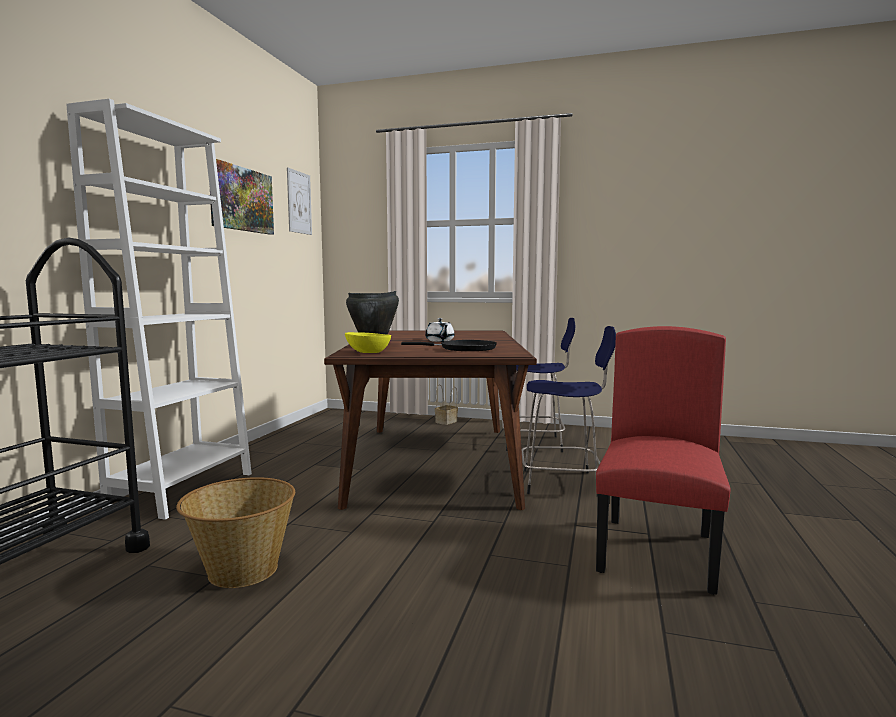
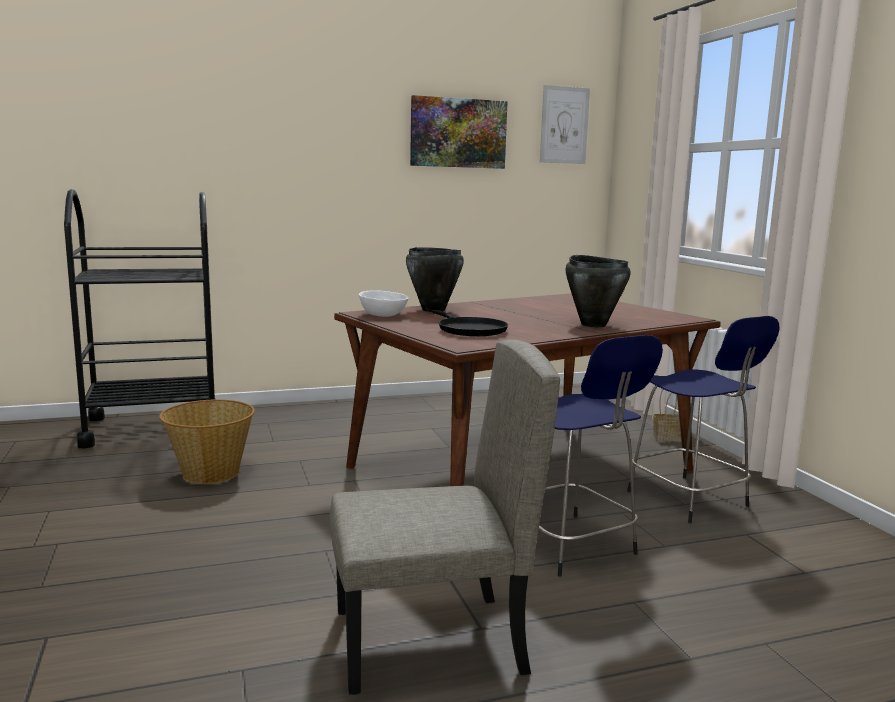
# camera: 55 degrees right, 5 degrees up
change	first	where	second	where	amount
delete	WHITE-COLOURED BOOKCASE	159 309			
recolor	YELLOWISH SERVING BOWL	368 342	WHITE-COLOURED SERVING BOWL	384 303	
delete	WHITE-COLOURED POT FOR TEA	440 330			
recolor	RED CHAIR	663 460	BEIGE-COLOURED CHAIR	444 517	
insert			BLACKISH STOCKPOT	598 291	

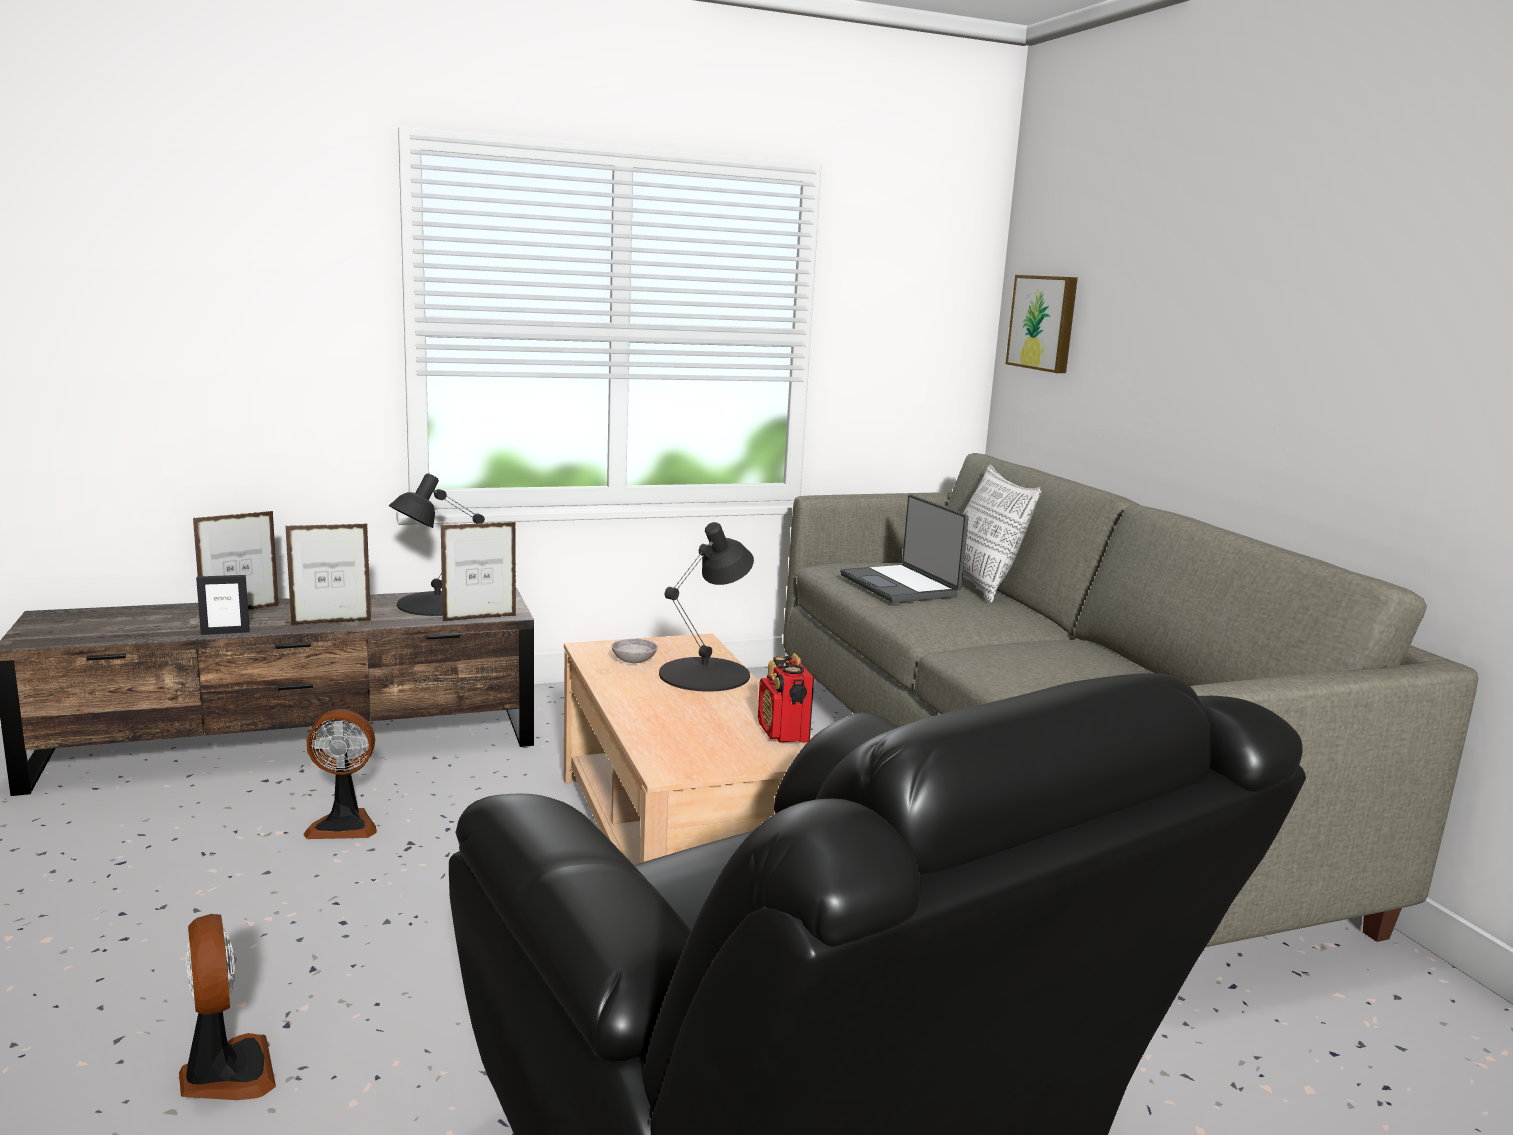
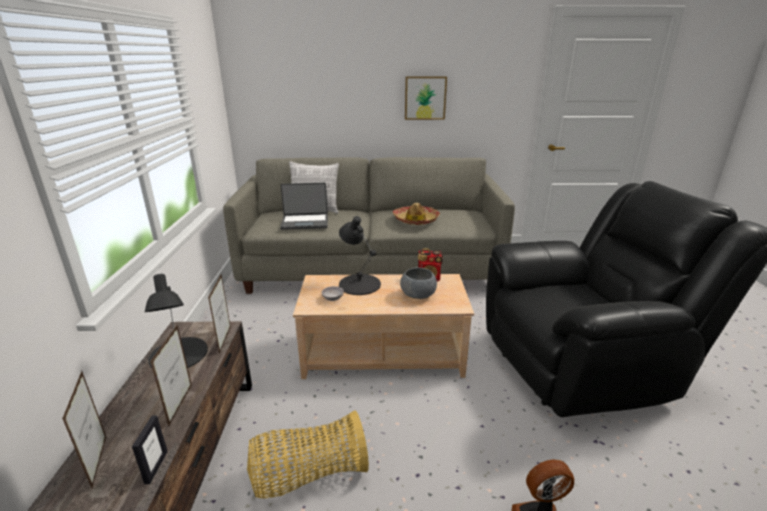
# camera: 70 degrees left, 10 degrees up
change	first	where	second	where	amount
replace	FAN	340 774	STORAGE BASKET	308 454	
move	WALL ART	1042 324		426 98	
insert			WEARABLE HAT	416 214	
insert			GREY SERVING BOWL	418 283	

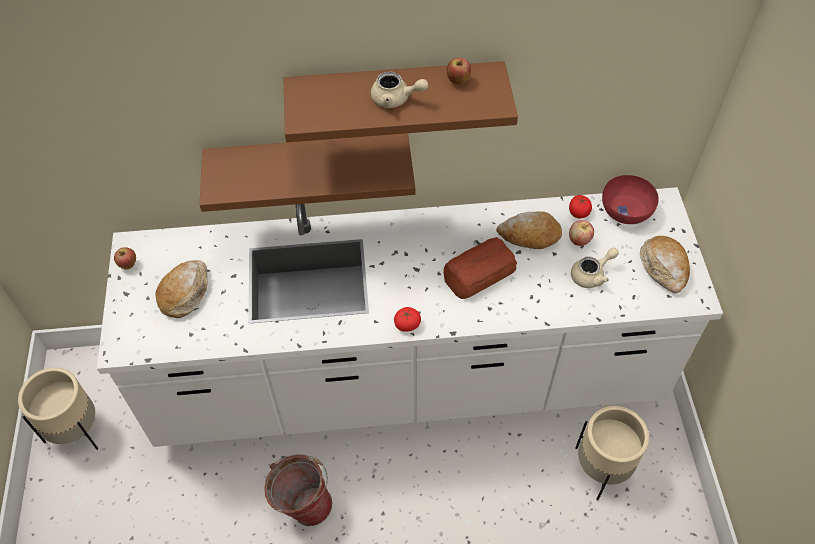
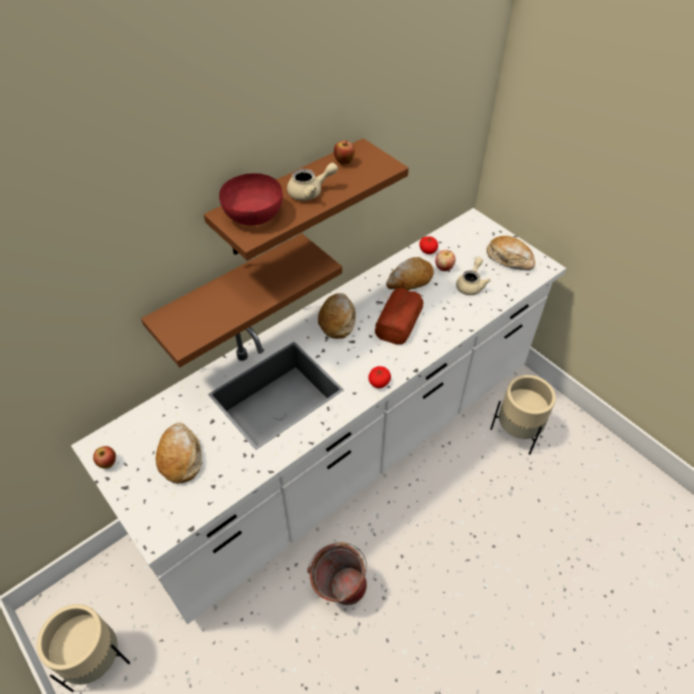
# camera: 35 degrees left, 5 degrees down
change	first	where	second	where	amount
move	RED SERVING BOWL	630 199		251 199	
insert			BREAD	337 316	

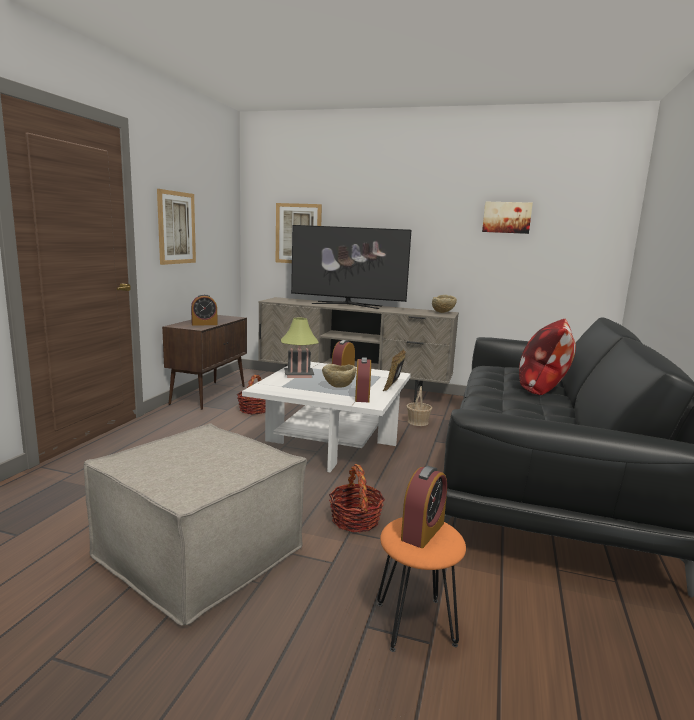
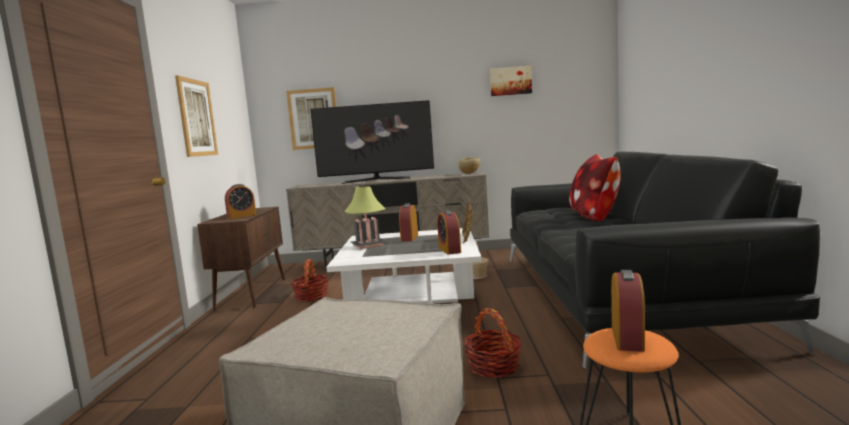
# camera: 15 degrees left, 5 degrees down
change	first	where	second	where	amount
delete	BEIGE-COLOURED SERVING BOWL	339 376			

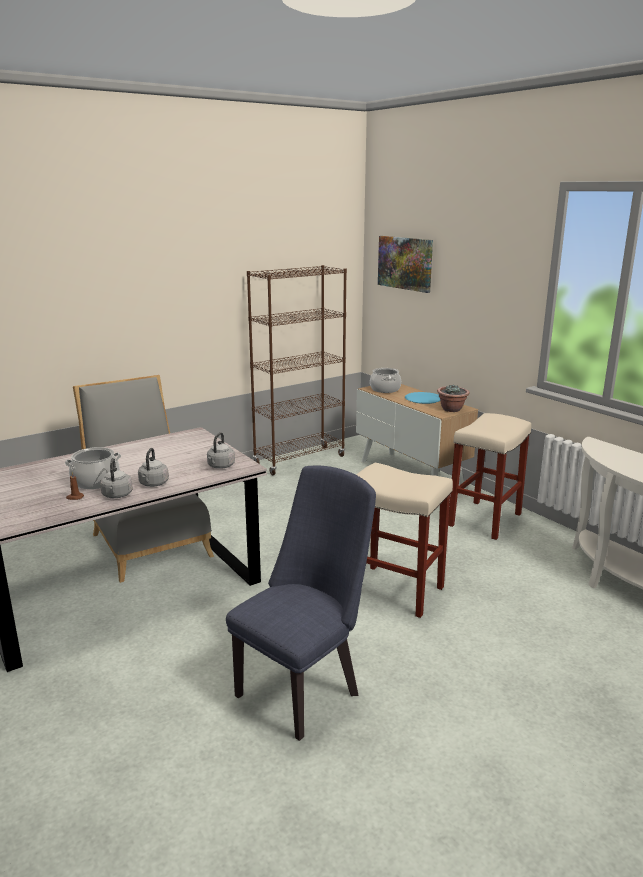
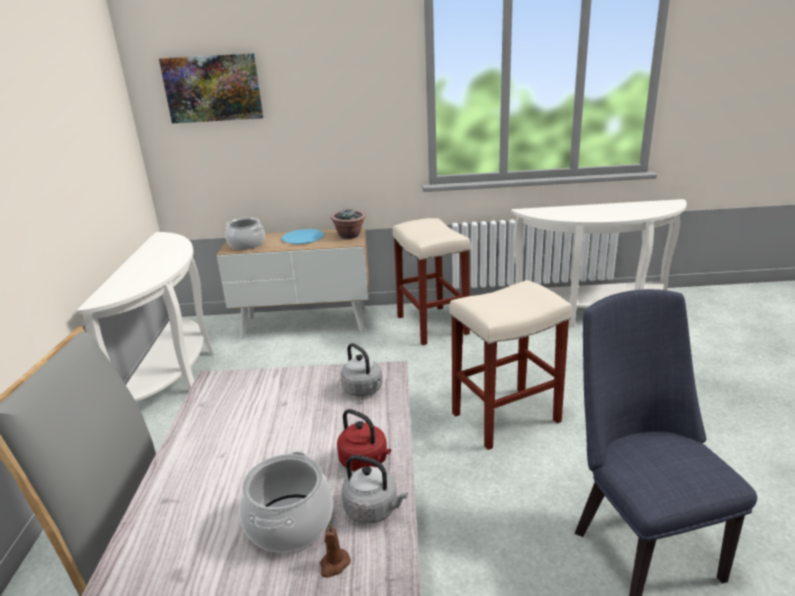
# camera: 55 degrees left, 5 degrees up
change	first	where	second	where	amount
recolor	GREY TEA KETTLE	153 467	RED TEA KETTLE	364 440	
replace	BROWNISH BOOKCASE	297 370	WHITE-COLOURED NARROW TABLE	145 317	

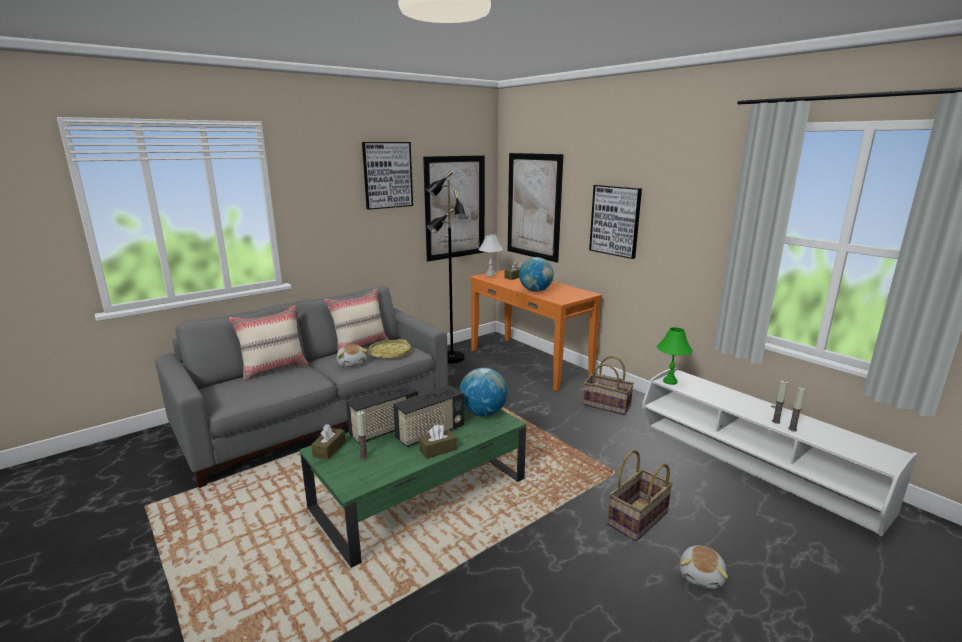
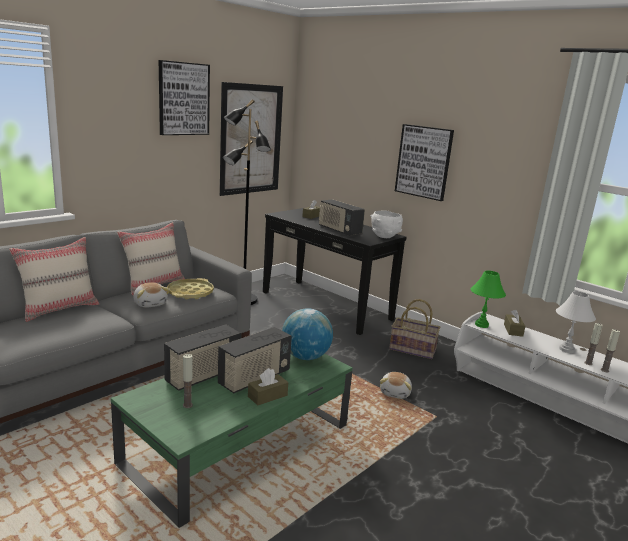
# camera: 10 degrees left, 0 degrees up
change	first	where	second	where	amount
move	BROWNISH TISSUE HOLDER	328 442		515 323	
recolor	ORANGE-COLOURED NARROW TABLE	536 330	BLACKISH NARROW TABLE	335 271	
move	WHITE-COLOURED TABLETOP LAMP	490 255		576 322	
delete	WALL ART	536 208			
replace	WORLD GLOBE	536 274	RADIO SET	342 217	
delete	STORAGE BASKET	640 495			
move	SOFT TOY	704 567		396 385	
insert			WHITE-COLOURED SERVING BOWL	387 224	

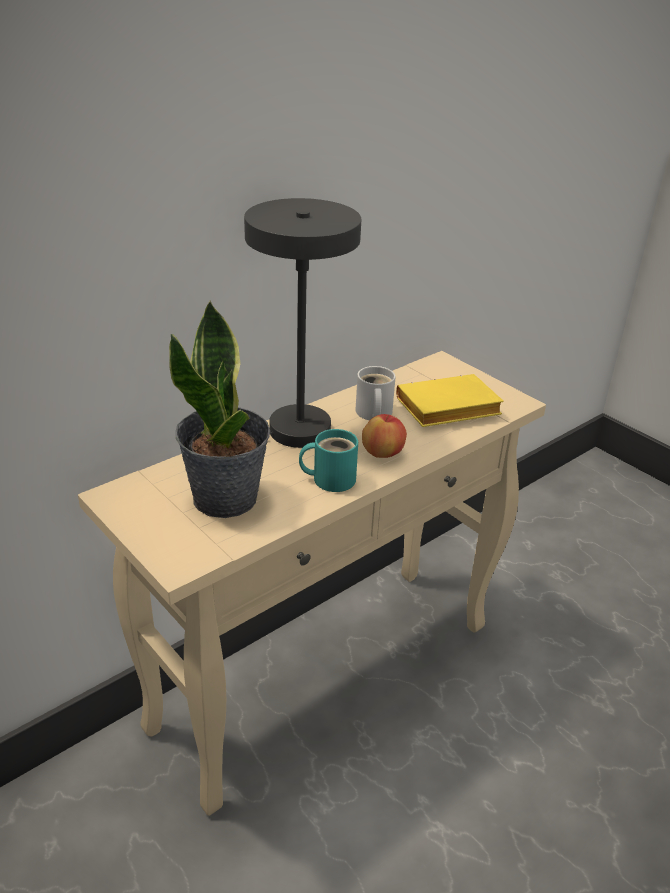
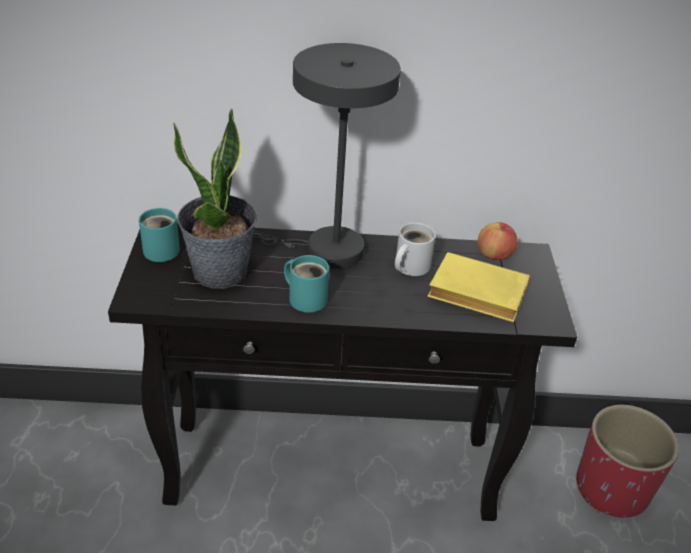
# camera: 40 degrees right, 5 degrees up
change	first	where	second	where	amount
recolor	BEIGE-COLOURED NARROW TABLE	312 583	BLACKISH NARROW TABLE	342 372	
move	APPLE FRUIT	384 436		498 241	
insert			TURQUOISE COFFEE MUG	159 235	
insert			RED PLANTER	627 461	

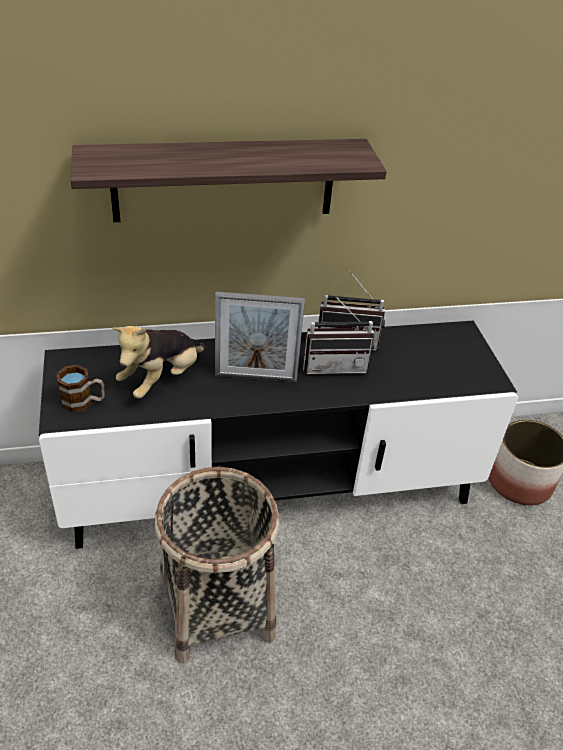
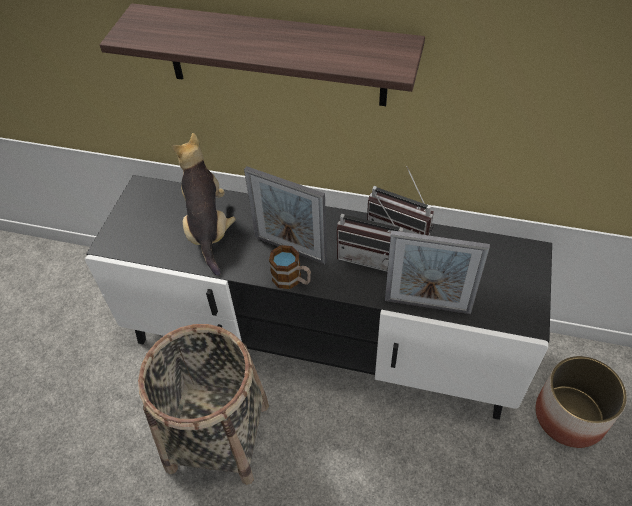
# camera: 30 degrees right, 10 degrees up
change	first	where	second	where	amount
move	COFFEE MUG	80 388		290 267	
rotate	SOFT TOY	159 362		204 204	105 degrees clockwise
insert			PHOTO FRAME	437 272	

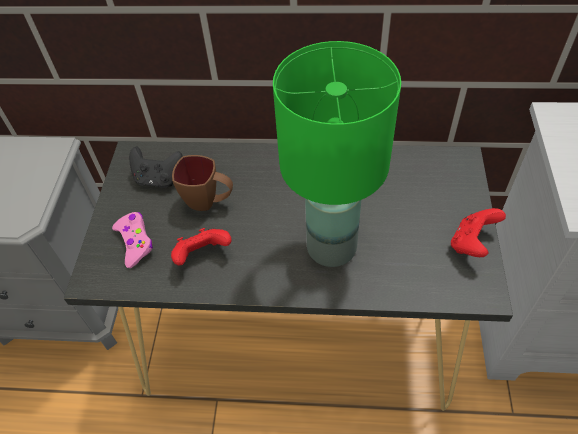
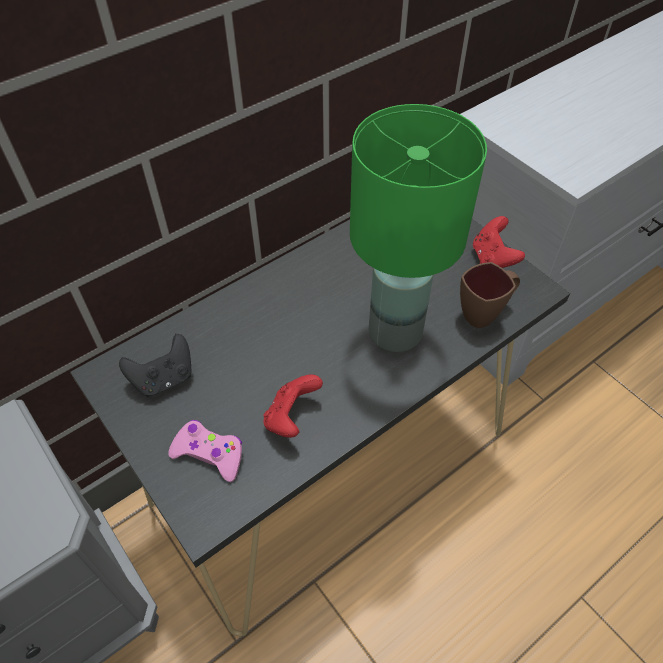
# camera: 45 degrees left, 0 degrees up
change	first	where	second	where	amount
move	BROWNISH COFFEE MUG	202 183		490 295	

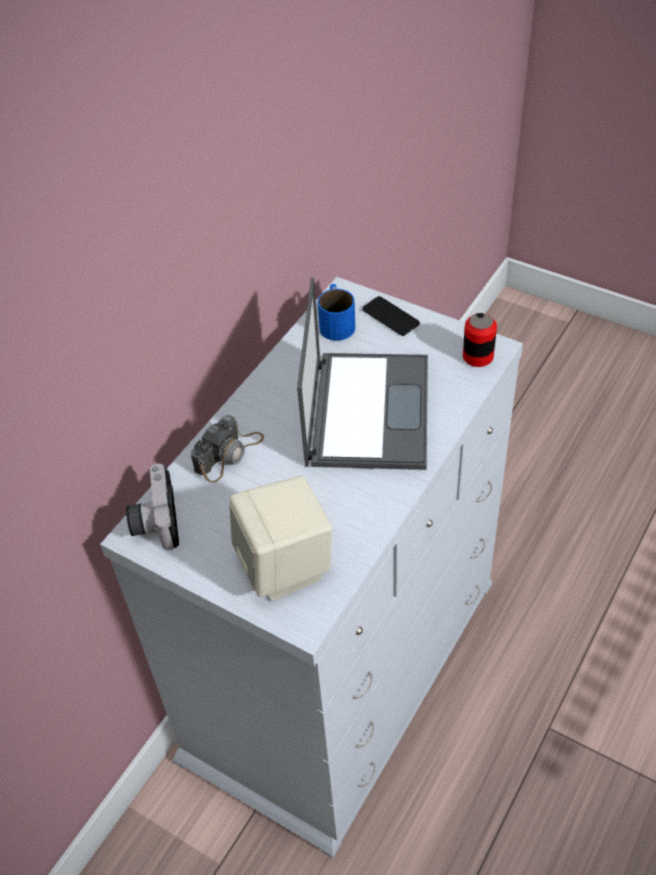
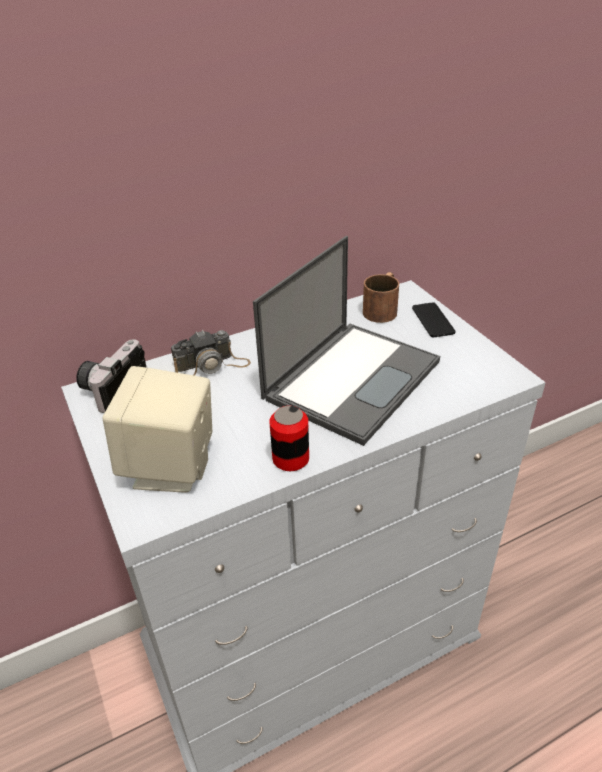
# camera: 30 degrees right, 10 degrees down
change	first	where	second	where	amount
recolor	BLUE COFFEE MUG	336 312	BROWNISH COFFEE MUG	381 297	
move	METAL CAN	480 340		289 438	

